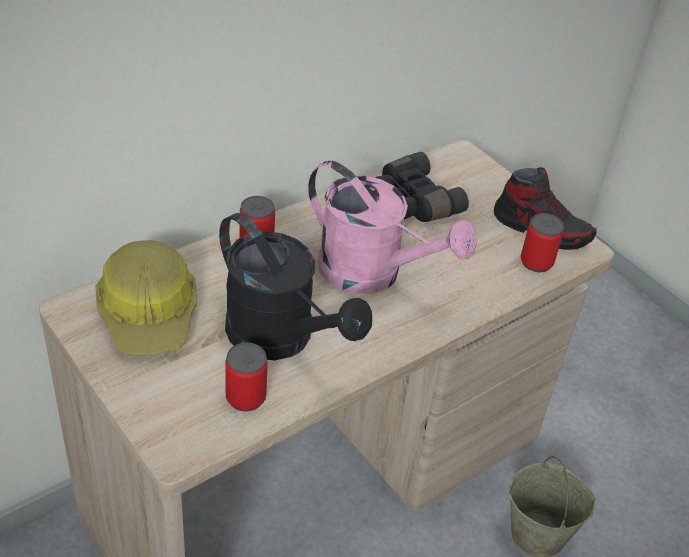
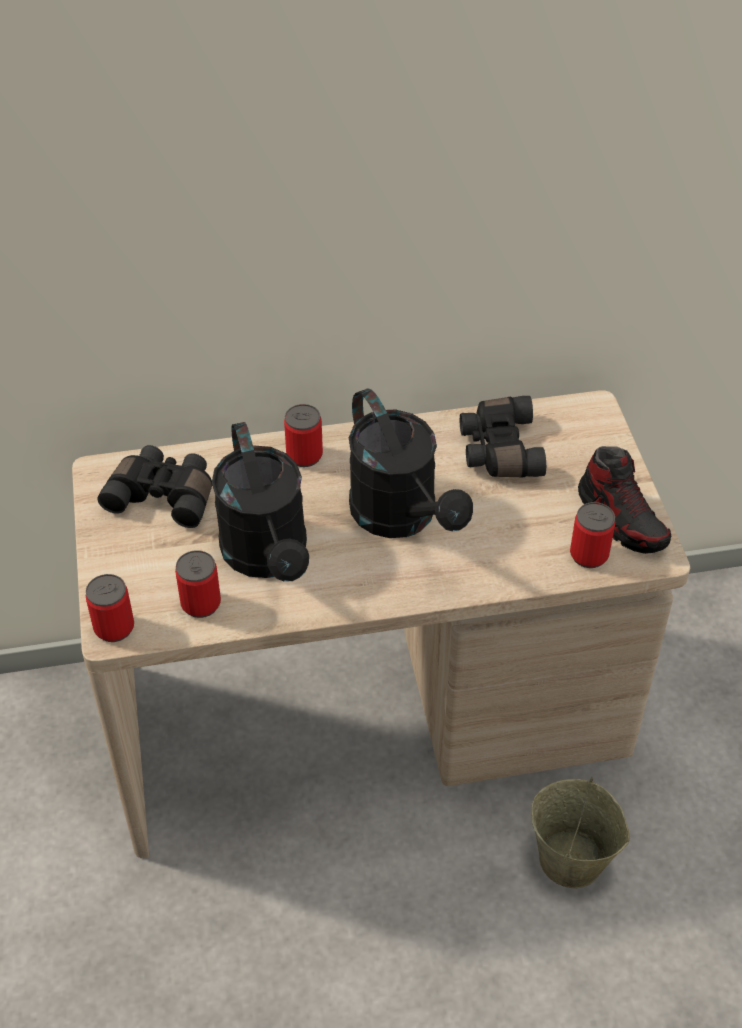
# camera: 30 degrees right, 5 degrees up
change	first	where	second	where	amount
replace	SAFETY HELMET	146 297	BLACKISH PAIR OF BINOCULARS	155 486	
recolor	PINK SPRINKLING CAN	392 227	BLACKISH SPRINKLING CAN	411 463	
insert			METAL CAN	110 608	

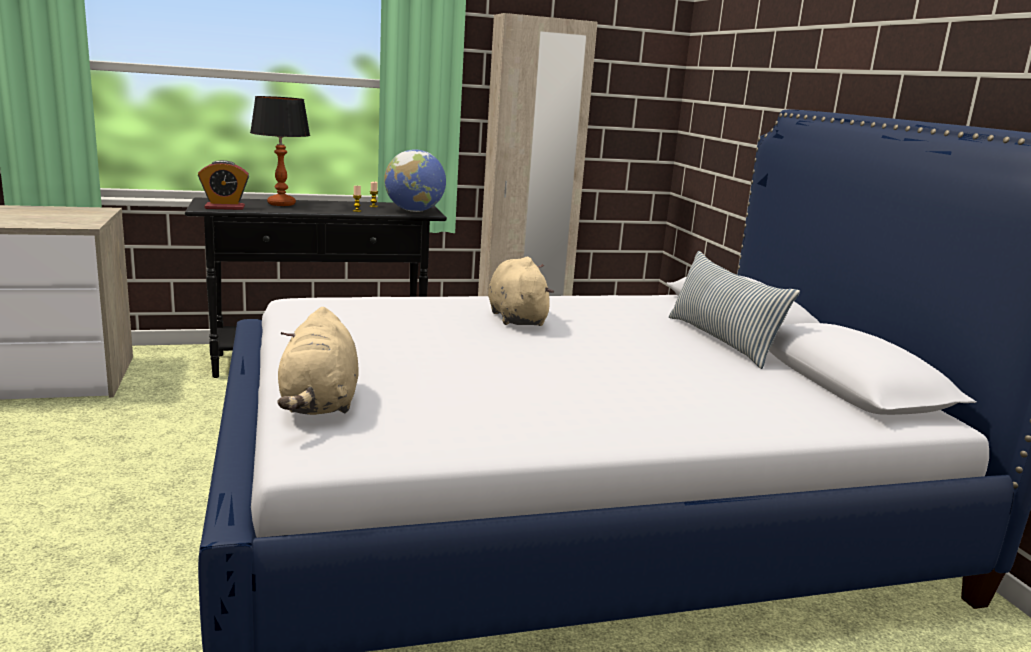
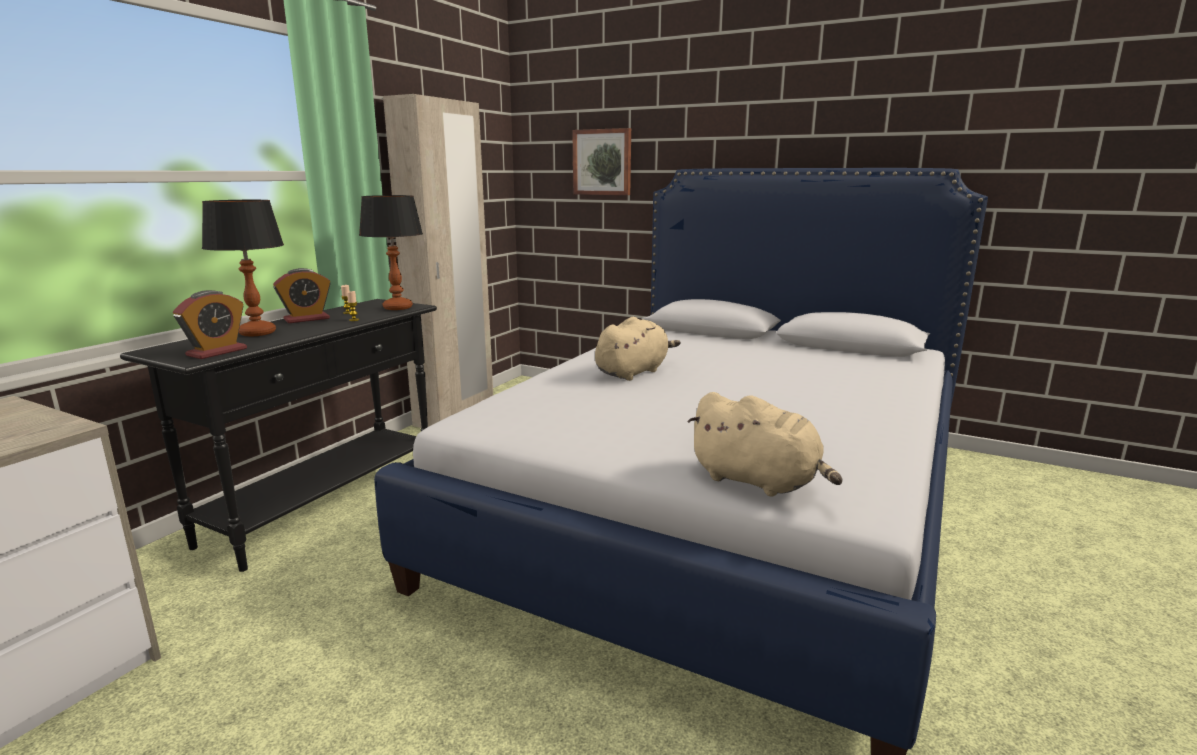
# camera: 45 degrees left, 0 degrees up
change	first	where	second	where	amount
replace	WORLD GLOBE	415 180	TABLETOP LAMP	391 252	
rotate	BEIGE-COLOURED SOFT TOY	521 291		638 349	105 degrees clockwise
delete	THROW PILLOW	734 310			
insert			ALARM CLOCK	302 295	
insert			WALL ART	601 161	

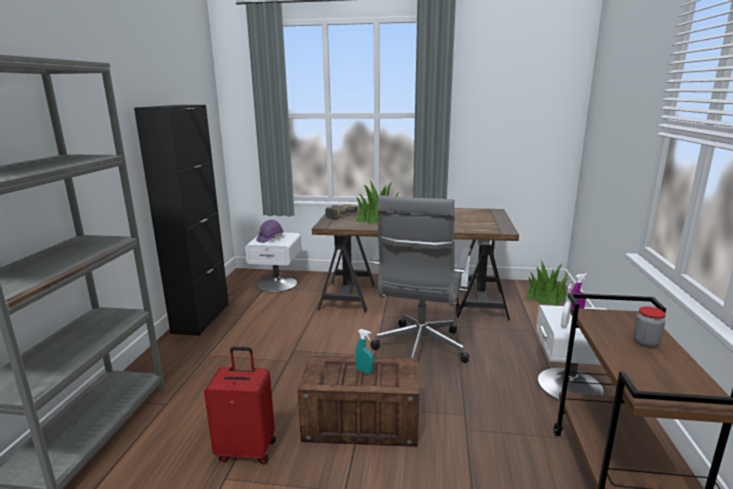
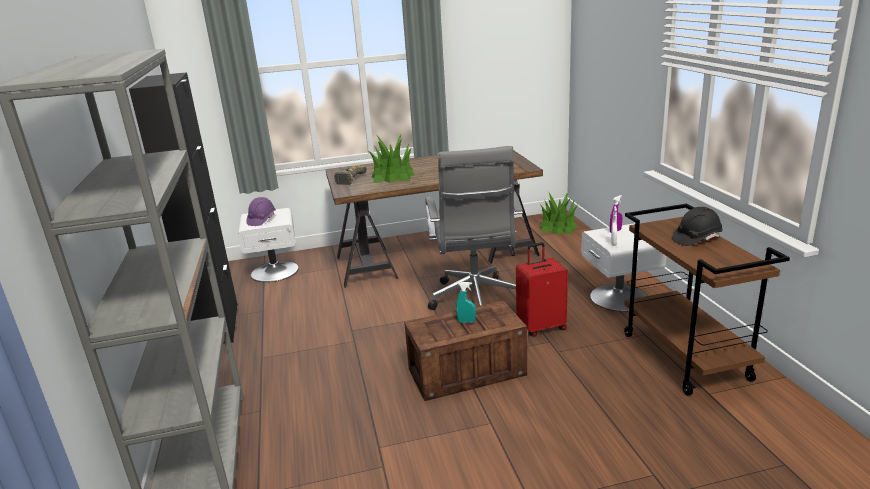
# camera: 20 degrees left, 5 degrees up
change	first	where	second	where	amount
move	RED PIECE OF LUGGAGE	240 405		542 289	
replace	JAR	649 326	BLACKISH SAFETY HELMET	697 226	

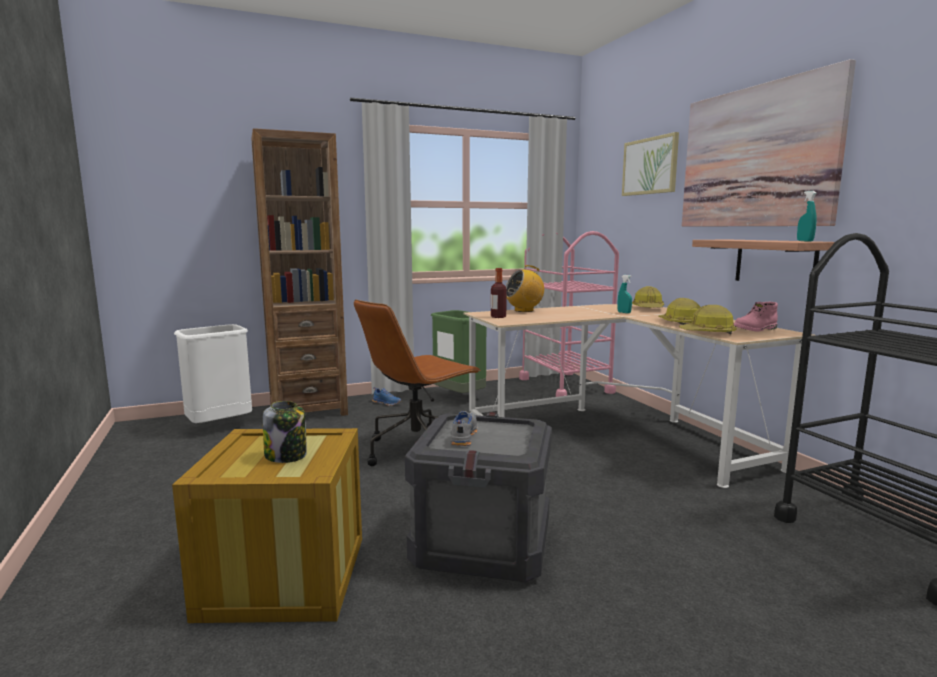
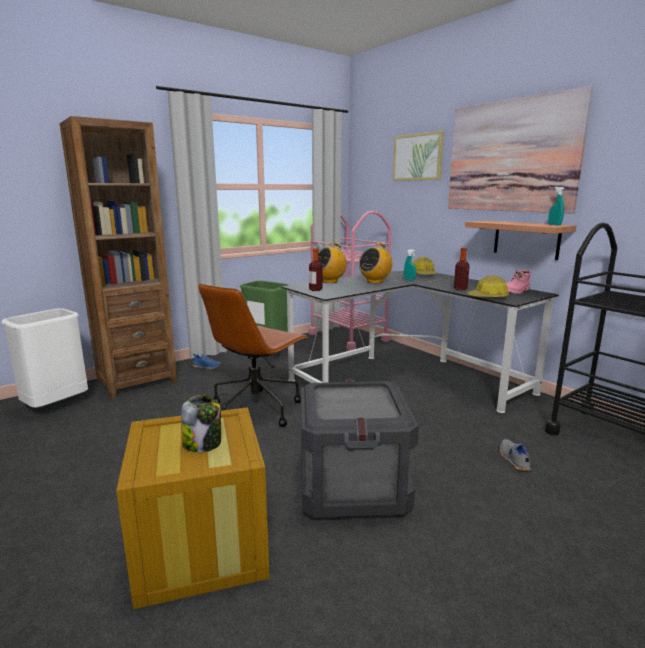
# camera: 15 degrees left, 5 degrees up
change	first	where	second	where	amount
move	GREY SHOE	464 428		515 455	
recolor	BEIGE-COLOURED DESK TABLE	640 396	BLACKISH DESK TABLE	420 342	
replace	SAFETY HELMET	679 311	BOTTLE	461 269	
insert			RADIO SET	375 263	

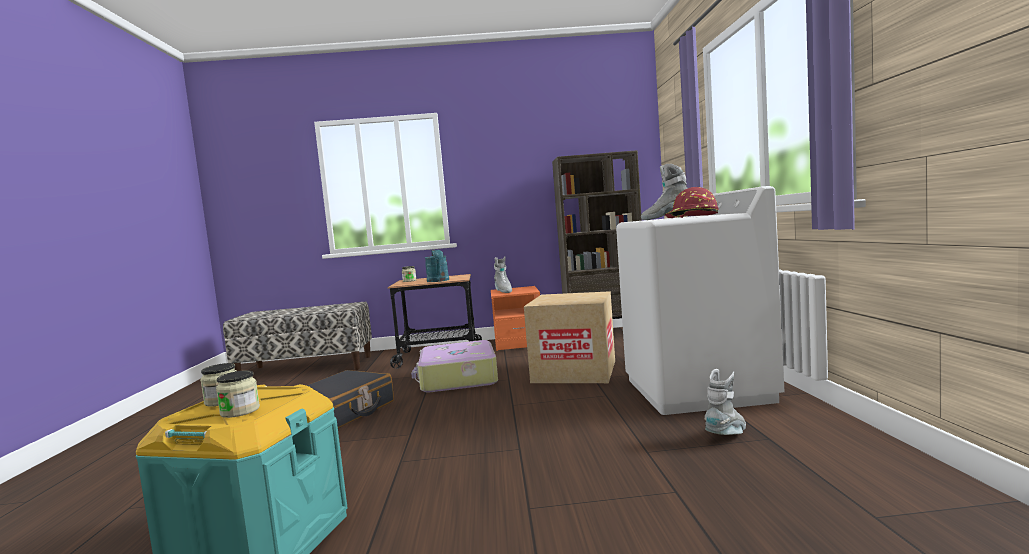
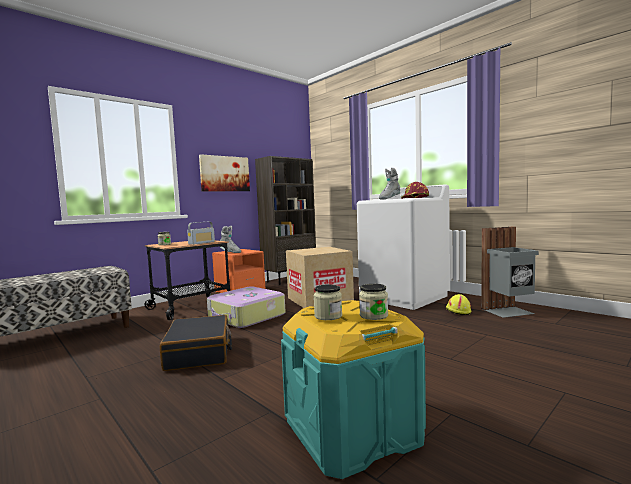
# camera: 40 degrees left, 0 degrees up
change	first	where	second	where	amount
replace	TURQUOISE SPRINKLING CAN	437 265	RADIO SET	201 233	
replace	GREY HIGH-TOP BOOT	725 402	YELLOWISH SAFETY HELMET	458 304	
insert			WALL ART	224 172	
insert			GREY TRASH CAN	510 272	

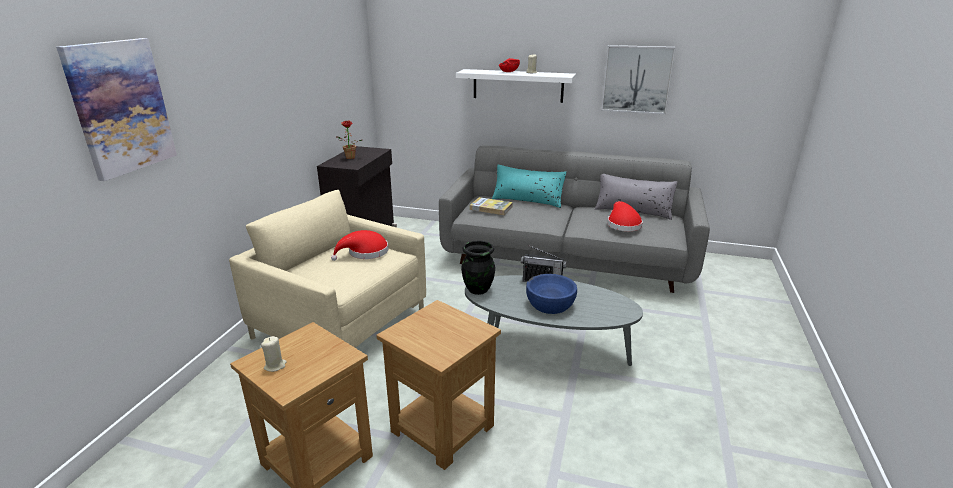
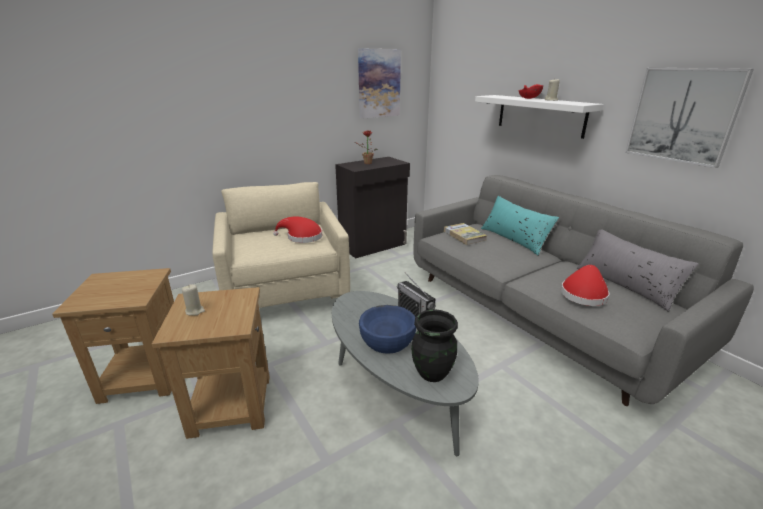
# camera: 40 degrees right, 0 degrees up
change	first	where	second	where	amount
move	WALL ART	116 109		379 83	
move	BEIGE-COLOURED WAX LIGHT	274 354		193 300	
move	BLACKISH DECORATIVE VASE	478 267		435 345	

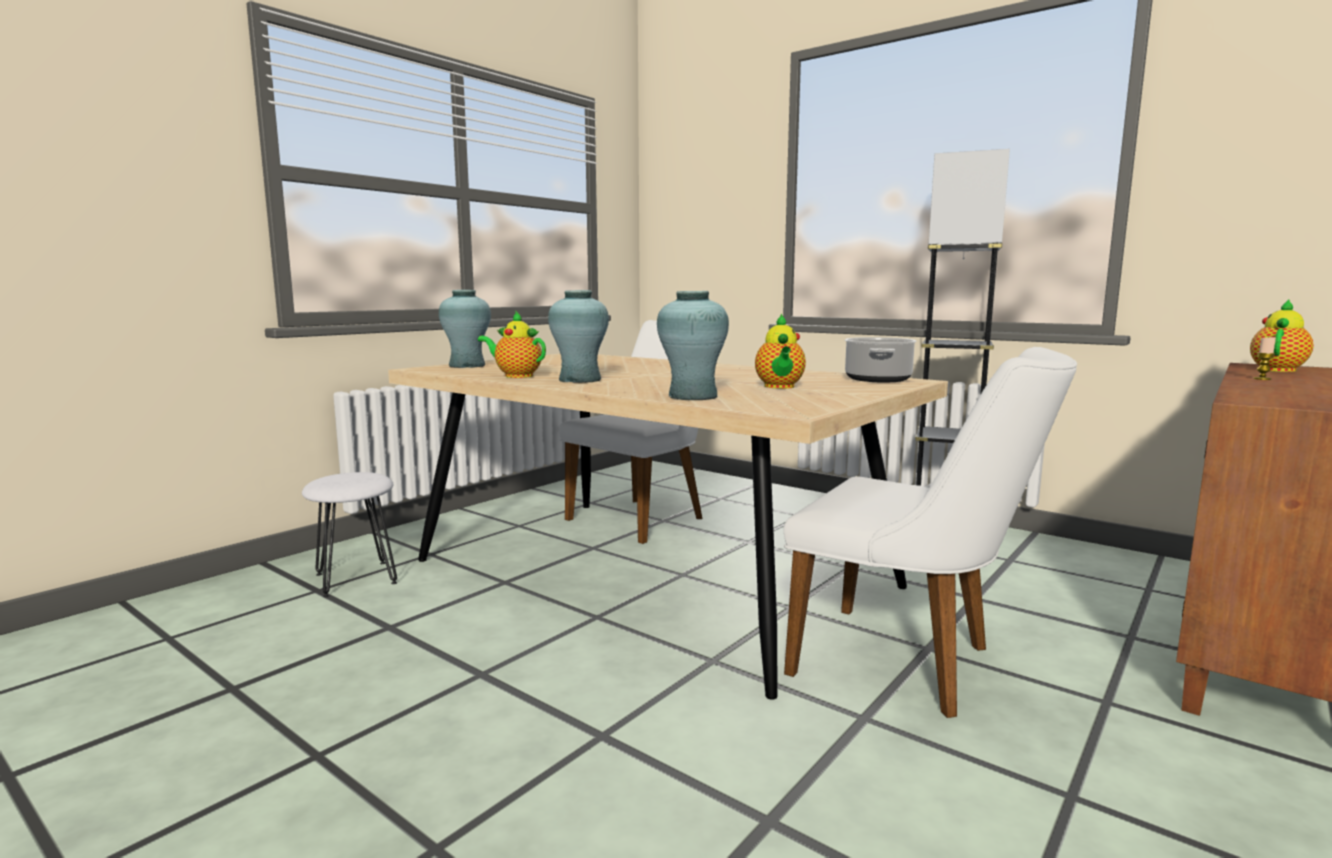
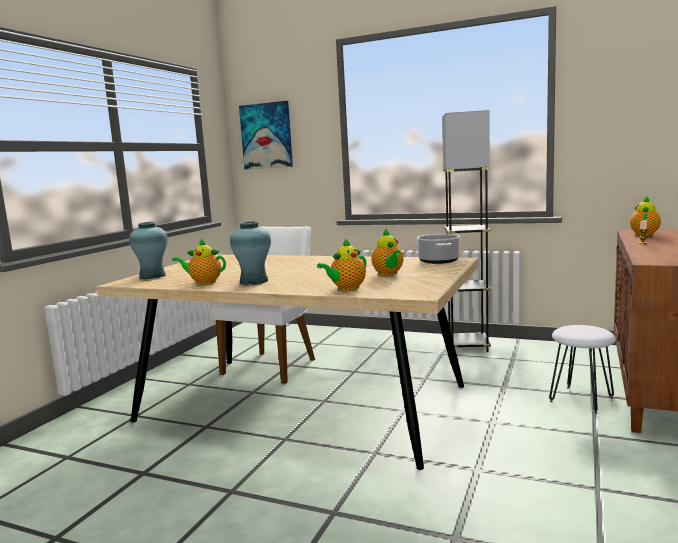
# camera: 15 degrees left, 0 degrees up
change	first	where	second	where	amount
move	WHITE-COLOURED STOOL SEAT	349 534		582 369	
replace	TURQUOISE DECORATIVE VASE	693 345	POT FOR TEA	342 265	
delete	WHITE-COLOURED CHAIR	930 532			
insert			WALL ART	266 135	

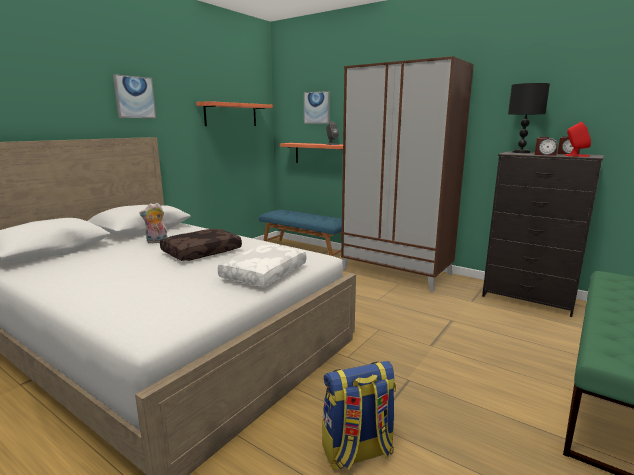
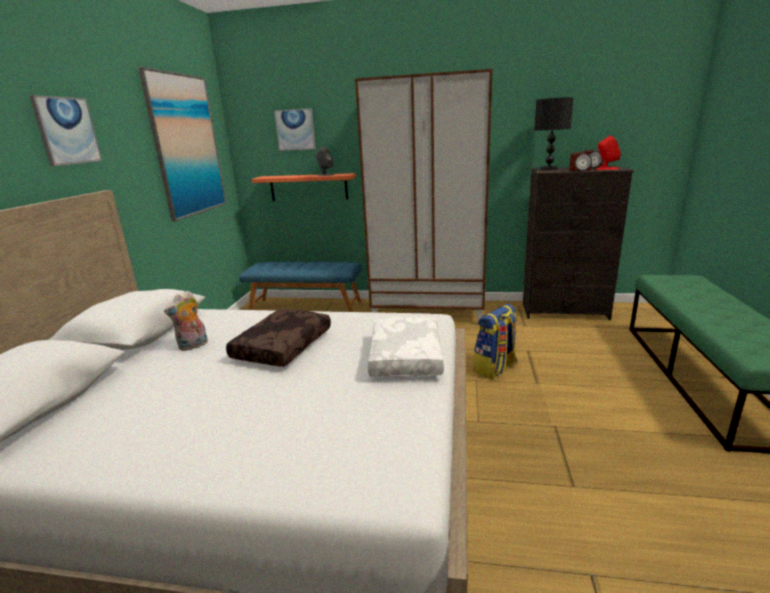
# camera: 25 degrees left, 5 degrees up
change	first	where	second	where	amount
replace	SHELF	234 113	WALL ART	182 144	
move	RUCKSACK	359 415		496 341	

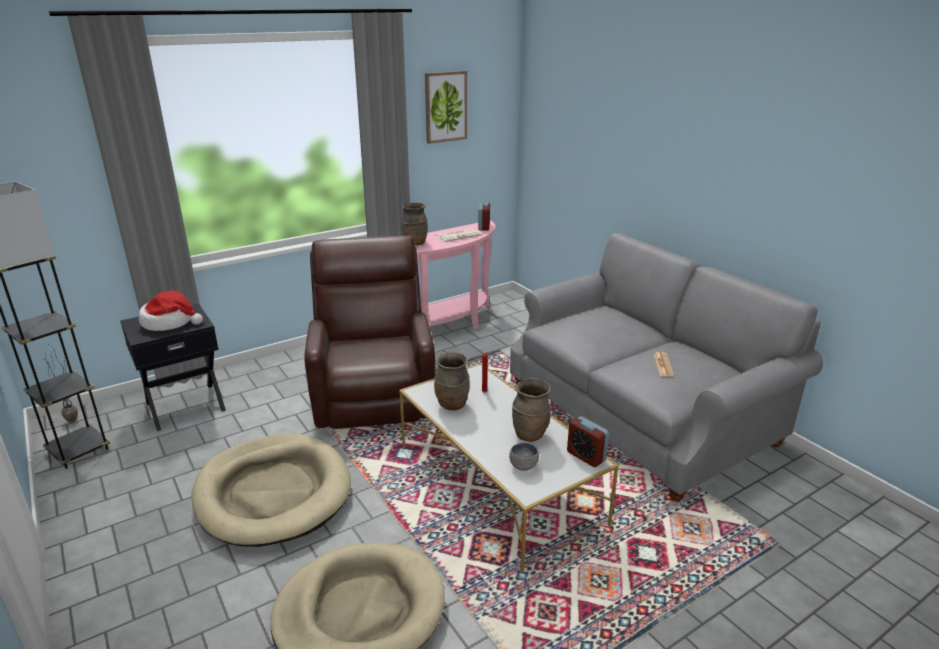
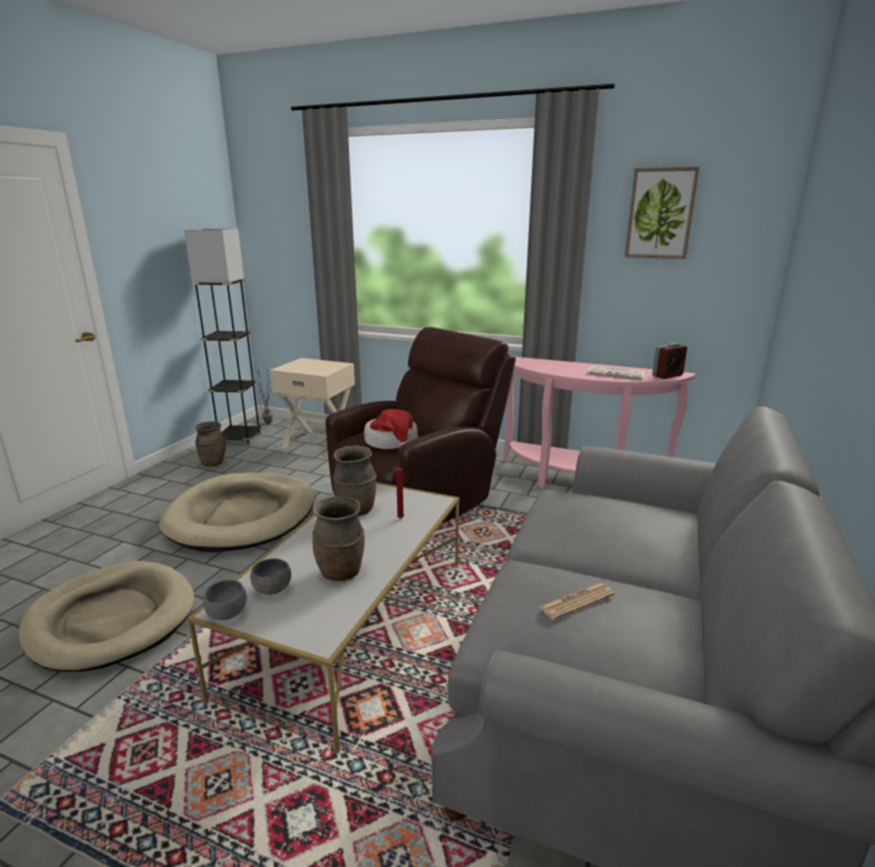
# camera: 55 degrees right, 5 degrees down
change	first	where	second	where	amount
recolor	BLACKISH NIGHT TABLE	173 367	BEIGE-COLOURED NIGHT TABLE	312 407	
move	WEARABLE HAT	171 311		391 429	
move	BROWNISH DECORATIVE VASE	414 224		210 444	
delete	ALARM CLOCK	588 441			
insert			GREY SERVING BOWL	225 600	

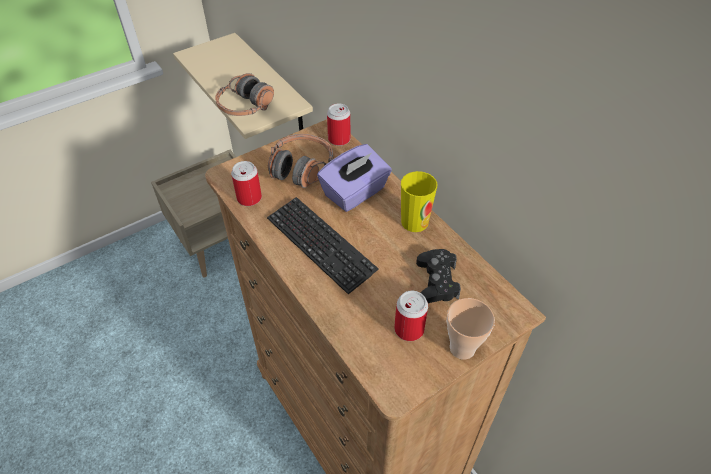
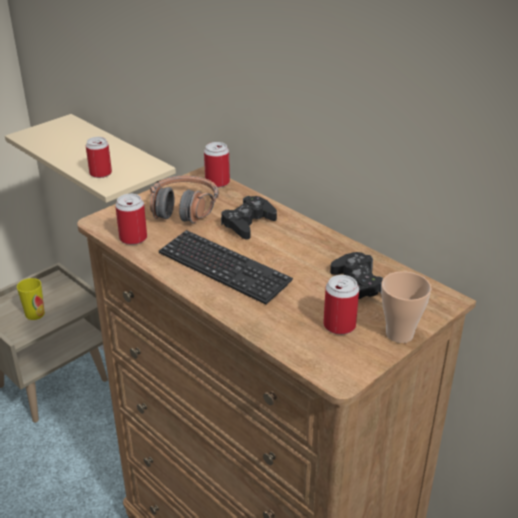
# camera: 10 degrees left, 15 degrees down
change	first	where	second	where	amount
replace	HEADPHONES	244 94	METAL CAN	99 157	
replace	PURPLISH TISSUE HOLDER	354 178	BLACKISH GAME CONTROLLER	249 218	
move	SMALL CUP	419 201		31 299	

